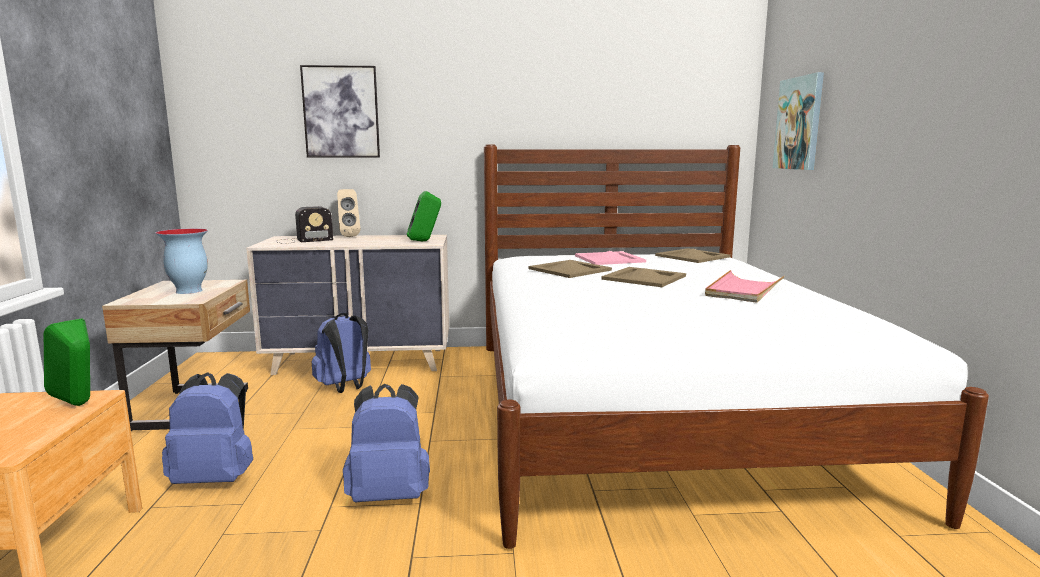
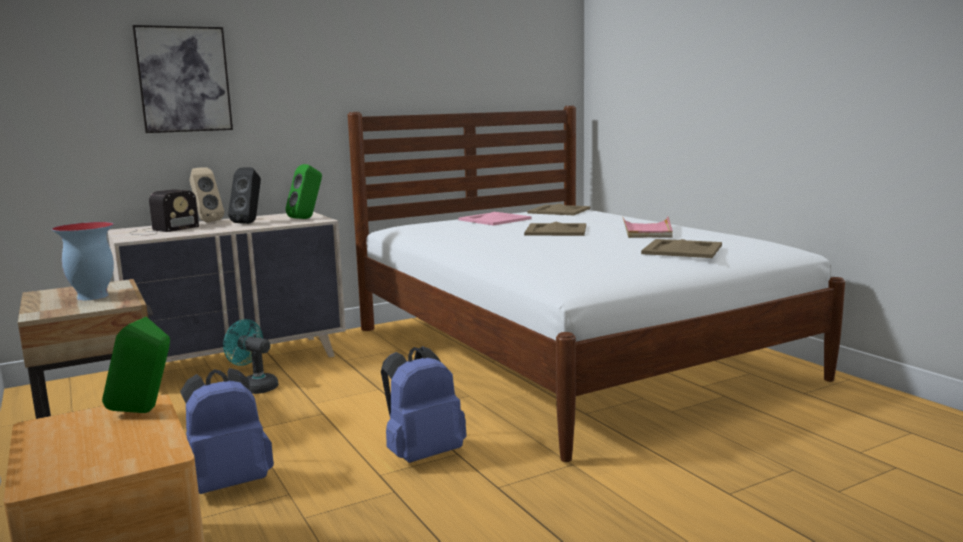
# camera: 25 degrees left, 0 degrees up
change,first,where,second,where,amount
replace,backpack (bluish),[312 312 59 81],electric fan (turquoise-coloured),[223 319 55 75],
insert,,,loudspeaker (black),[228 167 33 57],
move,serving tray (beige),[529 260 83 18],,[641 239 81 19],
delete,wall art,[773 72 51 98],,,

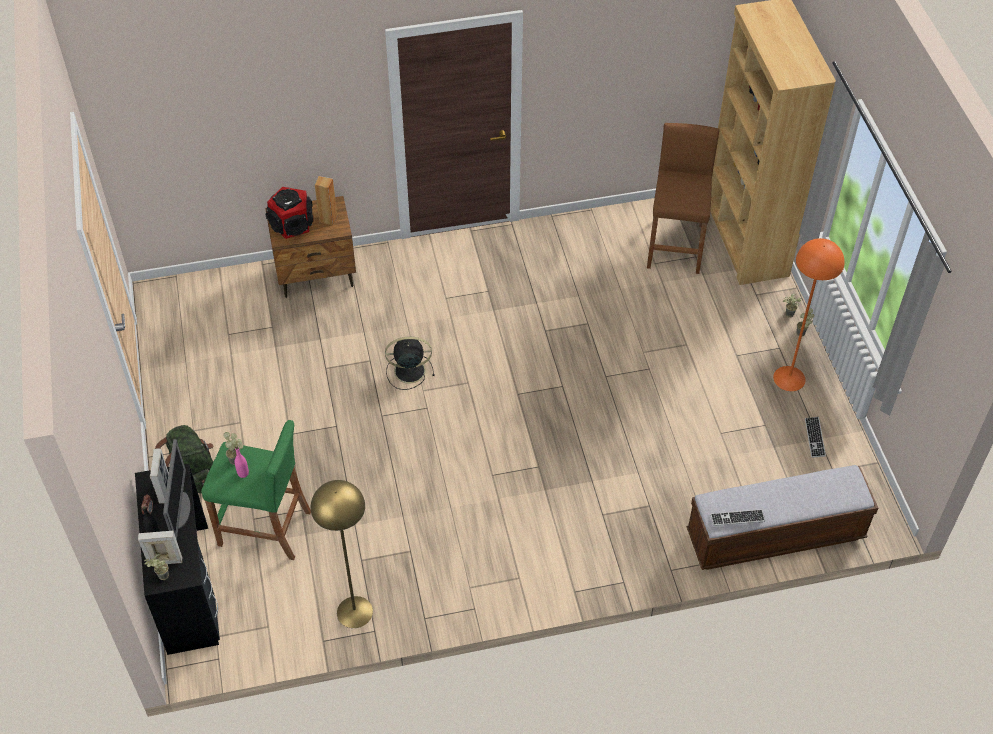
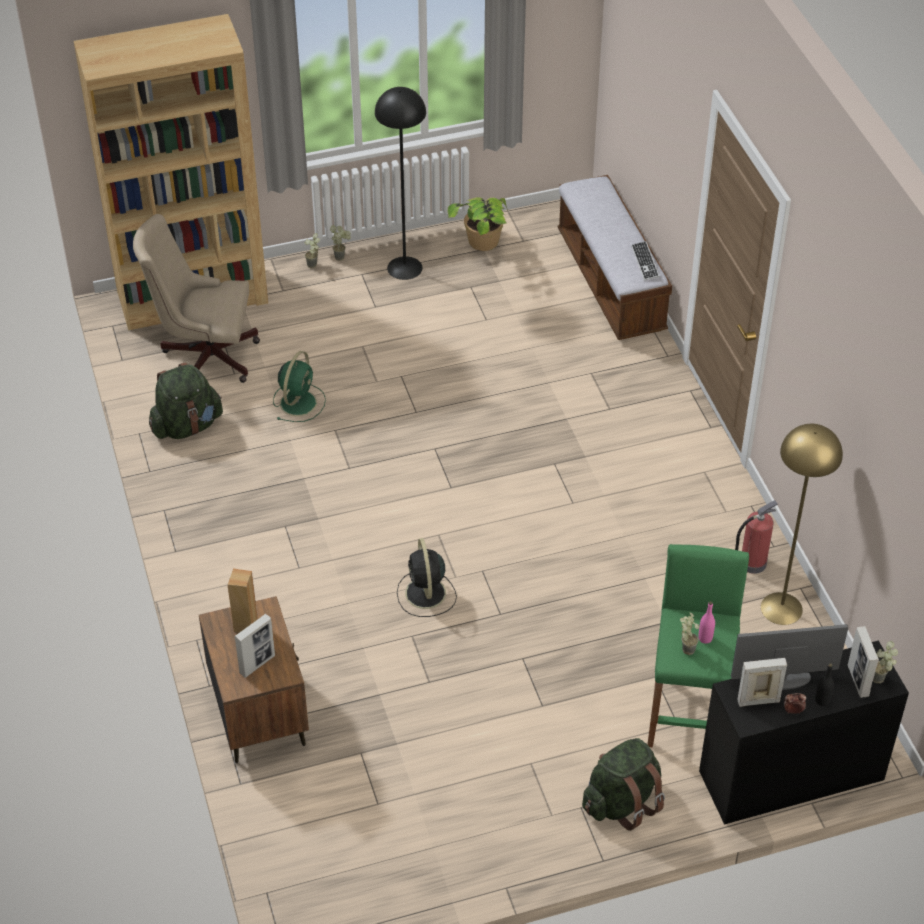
# camera: 95 degrees left, 5 degrees down
change,first,where,second,where,amount
replace,stool seat (brownish),[647 123 72 151],office chair (beige),[133 214 127 169],
insert,,,backpack (greenish),[149 362 74 77],
replace,loudspeaker,[266 187 47 52],standing frame,[234 614 41 64],
insert,,,electric fan (greenish),[273 351 53 71],
recolor,floor lamp (orange),[773 238 72 153],floor lamp (black),[375 87 51 193],
replace,computer keyboard,[805 417 21 41],potted plant,[448 197 60 54],
insert,,,fire extinguisher,[735 500 43 74],

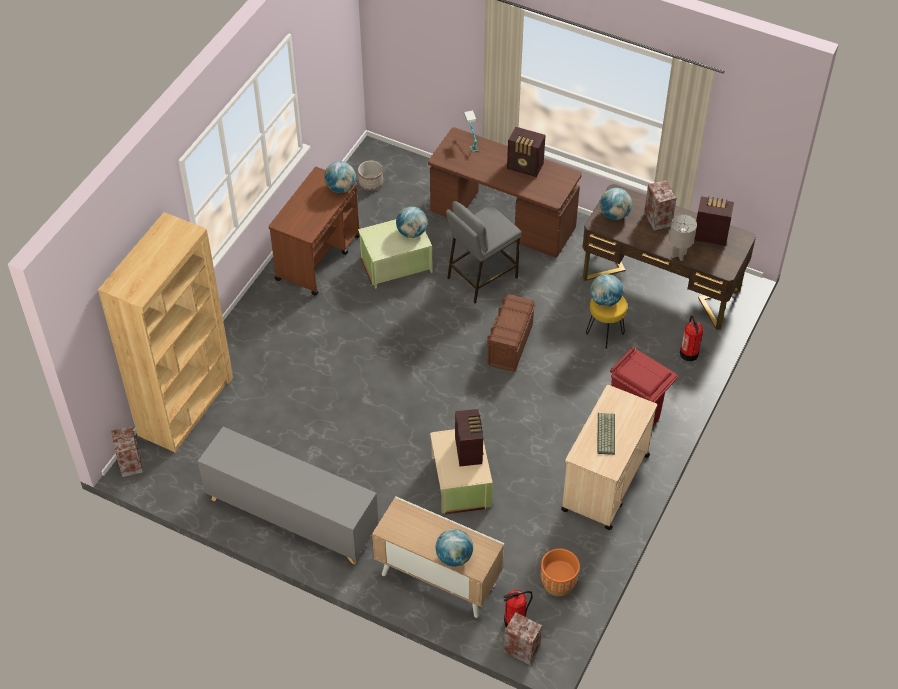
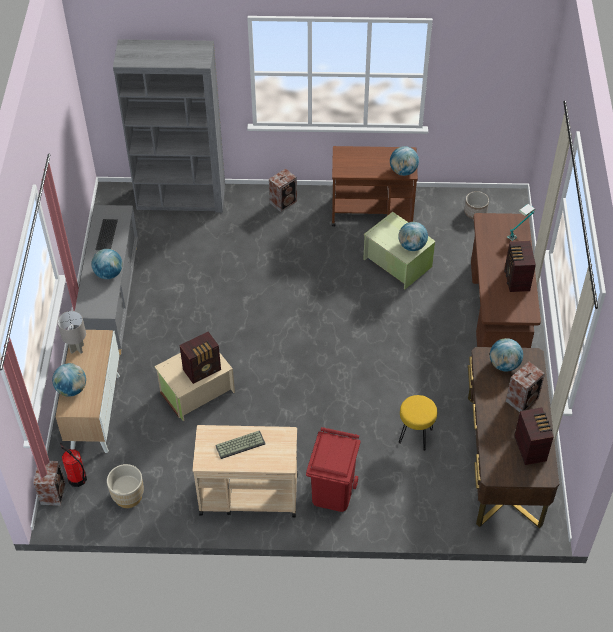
# camera: 65 degrees right, 0 degrees up
change,first,where,second,where,amount
move,table lamp (greyish),[669 214 28 47],,[58 311 28 43],
move,desk globe,[590 274 33 33],,[91 249 32 30],
insert,,,computer keyboard,[95 219 23 31],
recolor,plant pot (orange),[541 548 39 48],plant pot (beige),[107 464 37 44],
recolor,bookcase (brownish),[98 212 135 240],bookcase (greyish),[113 39 112 174],
move,loudspeaker,[111 426 32 51],,[269 169 28 43],
delete,stool seat (greyish),[446 201 75 102],,,
delete,storage container (brownish),[487 294 49 78],,,
delete,fire extinguisher,[680 316 23 45],,,

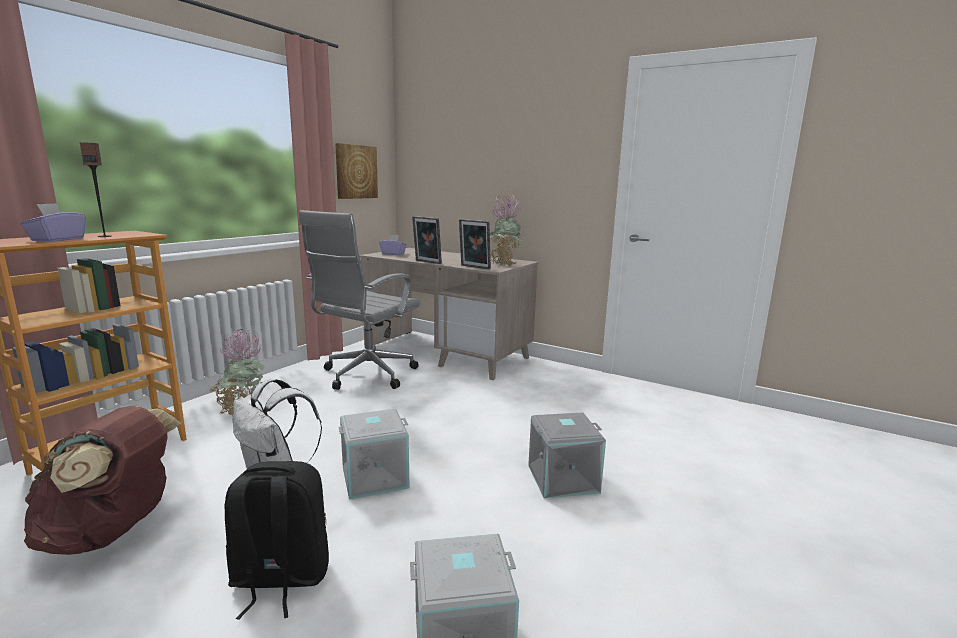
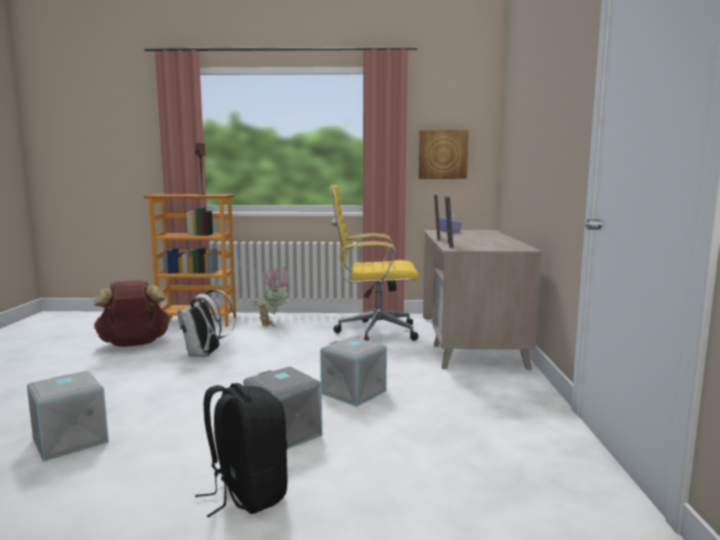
# camera: 60 degrees right, 5 degrees down
change,first,where,second,where,amount
move,backpack (black),[225 461 104 159],,[195 383 93 135],
move,storage container (greyish),[339 409 71 90],,[320 337 67 70],
recolor,office chair (greyish),[299 210 121 180],office chair (yellowish),[330 185 89 156],
delete,tissue box (purple),[21 203 65 39],,,
delete,potted plant,[490 194 33 71],,,

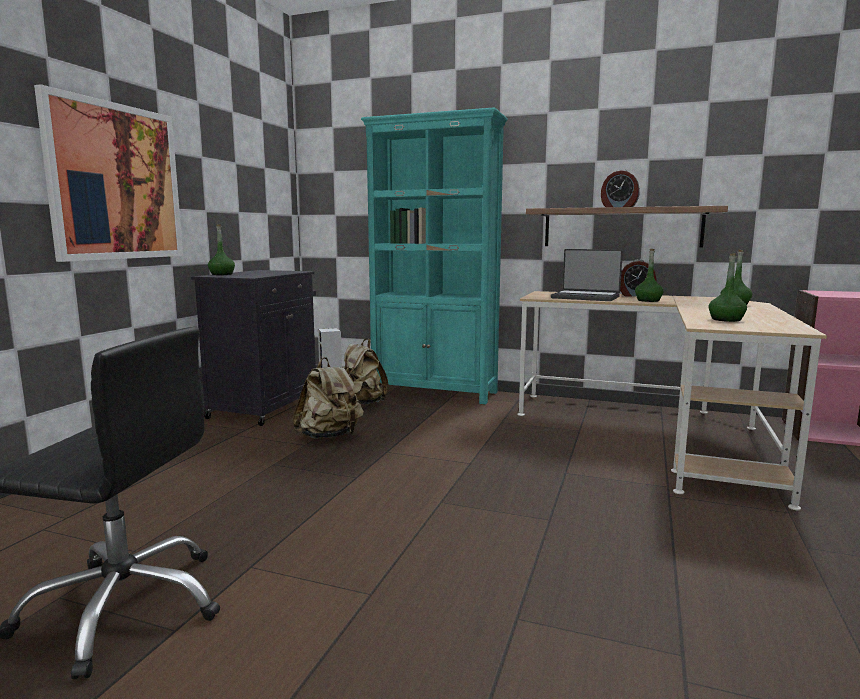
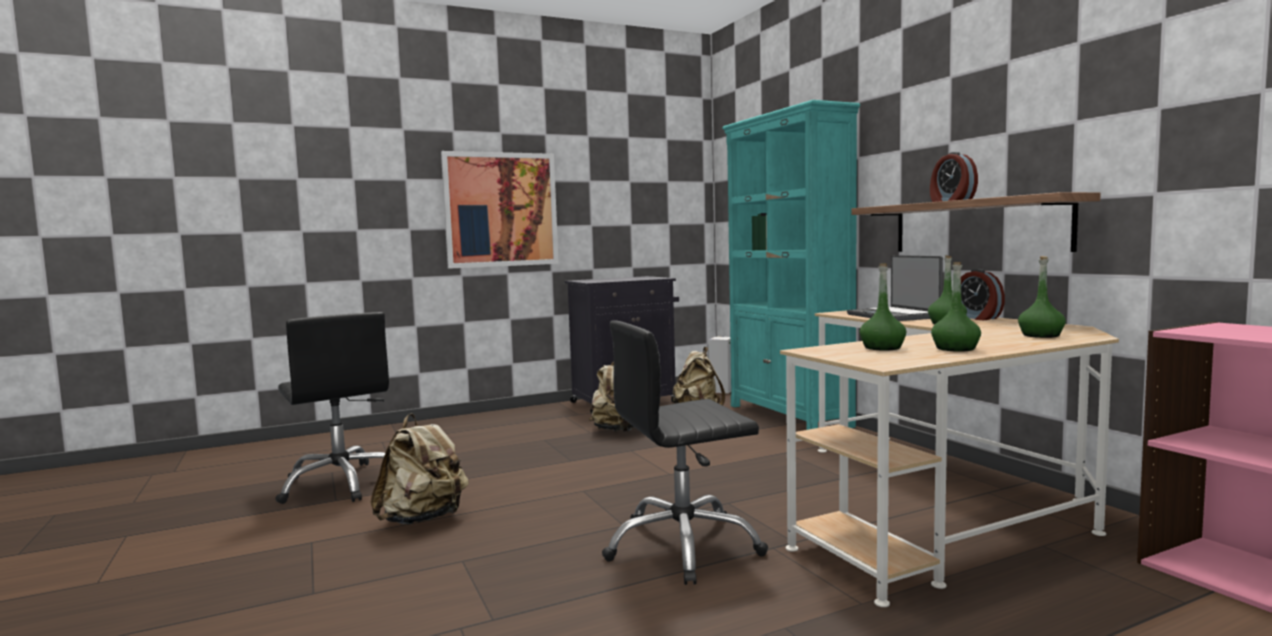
# camera: 45 degrees right, 5 degrees down
change,first,where,second,where,amount
insert,,,backpack (beige),[370 414 99 110],
insert,,,office chair (black),[602 320 166 265],
move,bottle (greenish),[208 224 27 51],,[931 262 50 90],

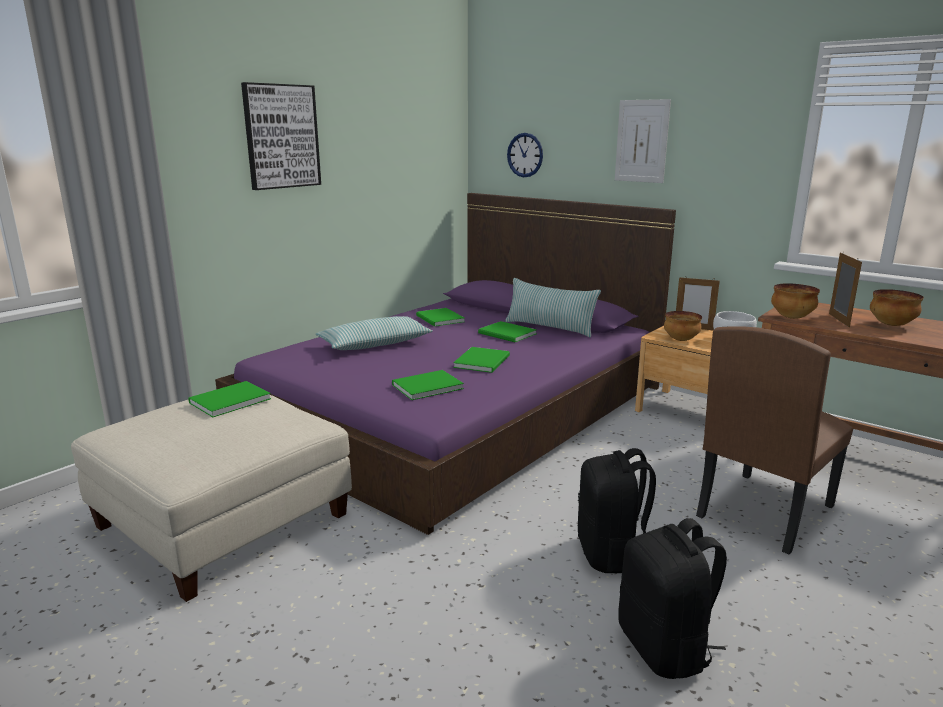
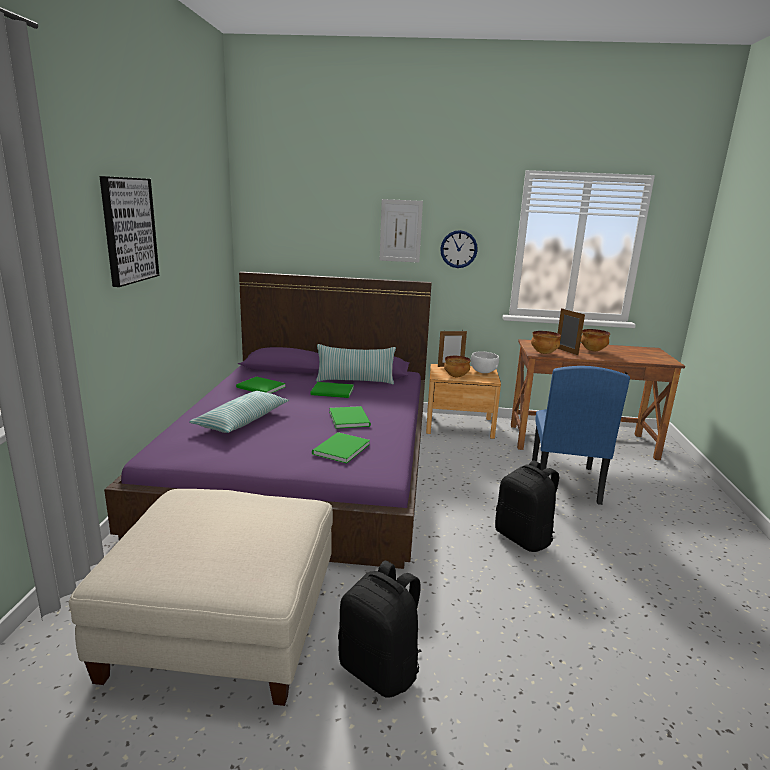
# camera: 35 degrees left, 0 degrees up
change,first,where,second,where,amount
move,backpack (black),[618 518 109 161],,[338 561 84 137],
move,clock on the wall,[507 133 36 44],,[440 230 38 38],
recolor,upright chair (brownish),[696 326 157 228],upright chair (bluish),[532 366 98 139],
delete,volume (greenish),[188 381 83 37],,,

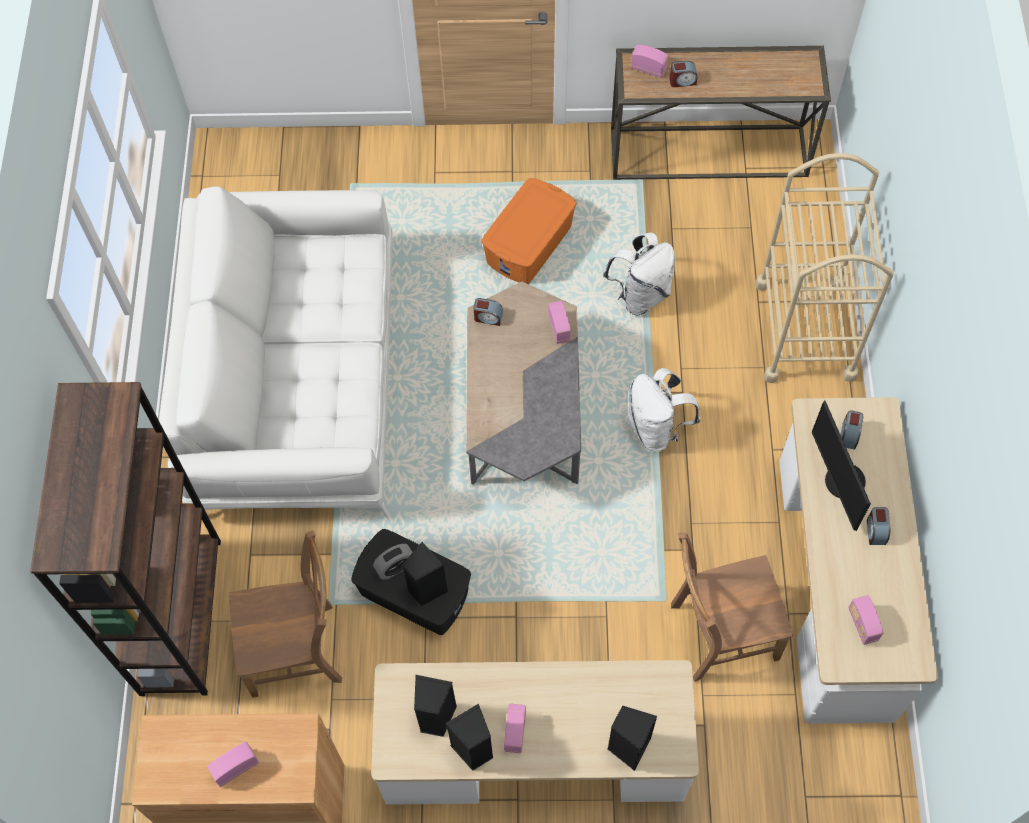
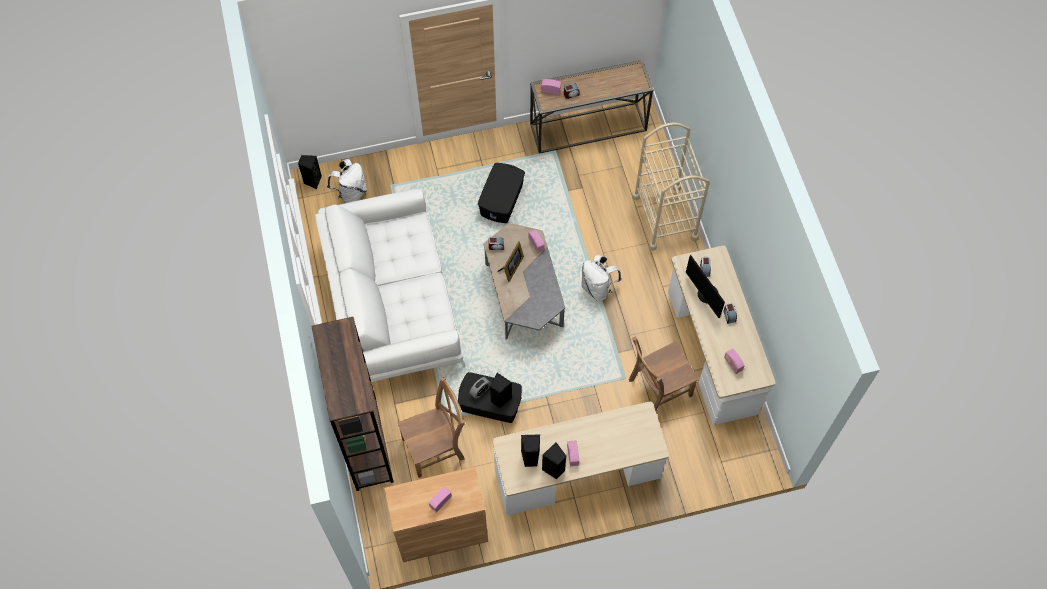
# camera: 15 degrees left, 0 degrees up
change,first,where,second,where,amount
move,loudspeaker (black),[608 705 49 66],,[298 155 24 34],
move,backpack (white-coloured),[603 233 72 82],,[327 159 40 44],
recolor,storage container (orange),[481 178 95 106],storage container (black),[478 163 47 60],
insert,,,standing frame,[497 241 27 41],

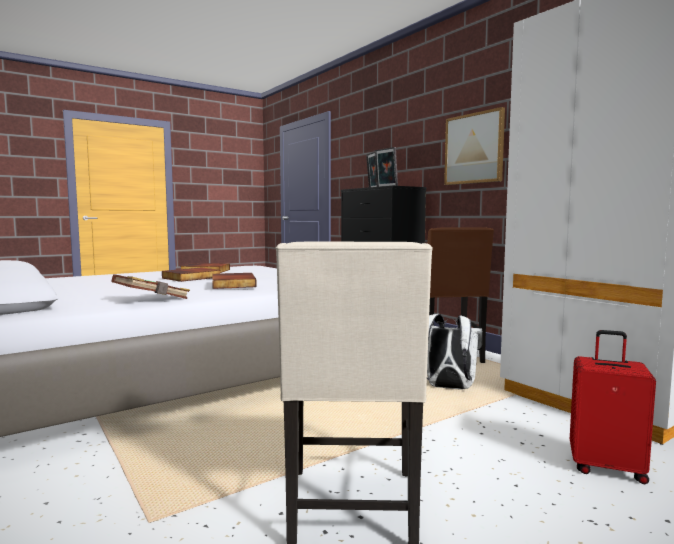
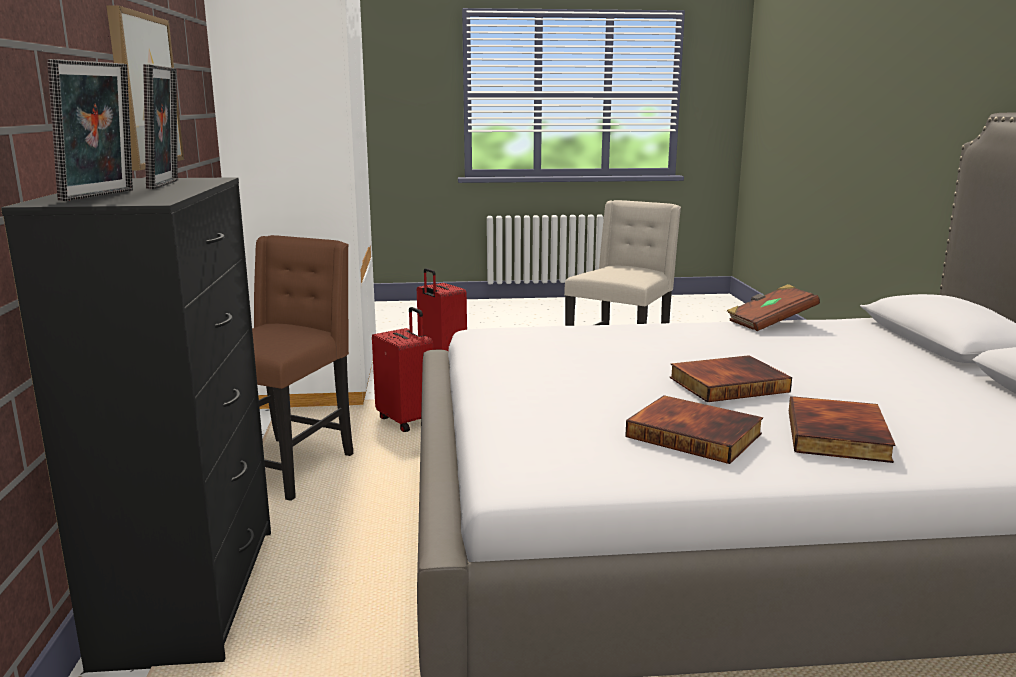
# camera: 150 degrees left, 10 degrees up
change,first,where,second,where,amount
replace,backpack (white-coloured),[427 314 55 75],suitcase (red),[372 307 61 125],
move,volume,[213 273 43 16],,[789 396 106 67],

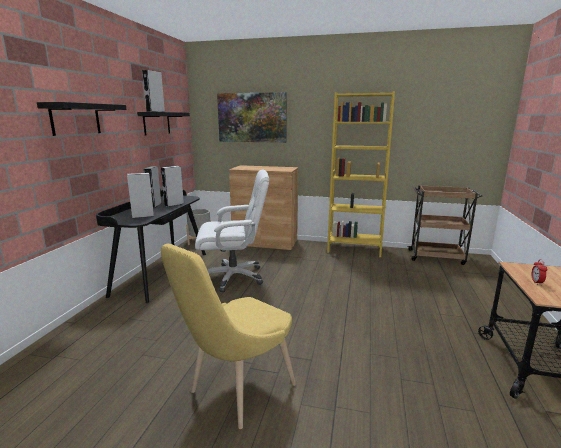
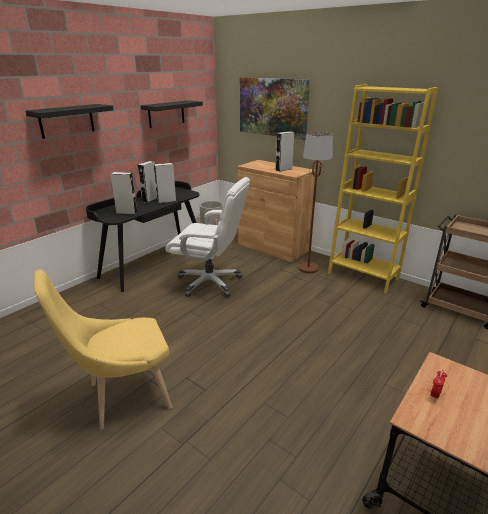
# camera: 25 degrees right, 10 degrees up
change,first,where,second,where,amount
move,loudspeaker (greyish),[142 70 23 42],,[275 131 19 41],
insert,,,floor lamp (brownish),[298 132 35 141],

